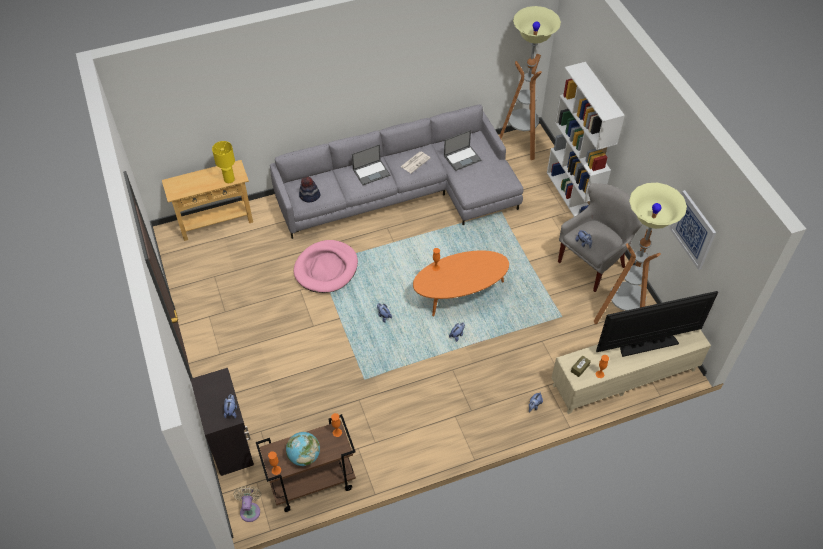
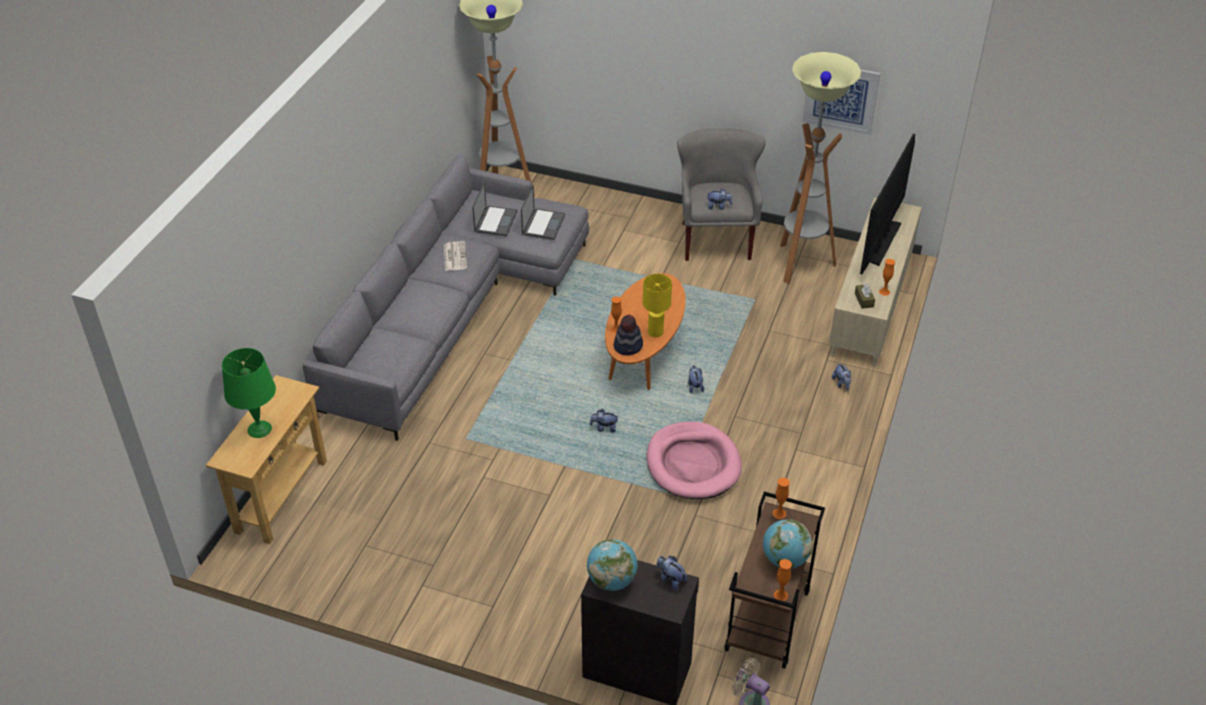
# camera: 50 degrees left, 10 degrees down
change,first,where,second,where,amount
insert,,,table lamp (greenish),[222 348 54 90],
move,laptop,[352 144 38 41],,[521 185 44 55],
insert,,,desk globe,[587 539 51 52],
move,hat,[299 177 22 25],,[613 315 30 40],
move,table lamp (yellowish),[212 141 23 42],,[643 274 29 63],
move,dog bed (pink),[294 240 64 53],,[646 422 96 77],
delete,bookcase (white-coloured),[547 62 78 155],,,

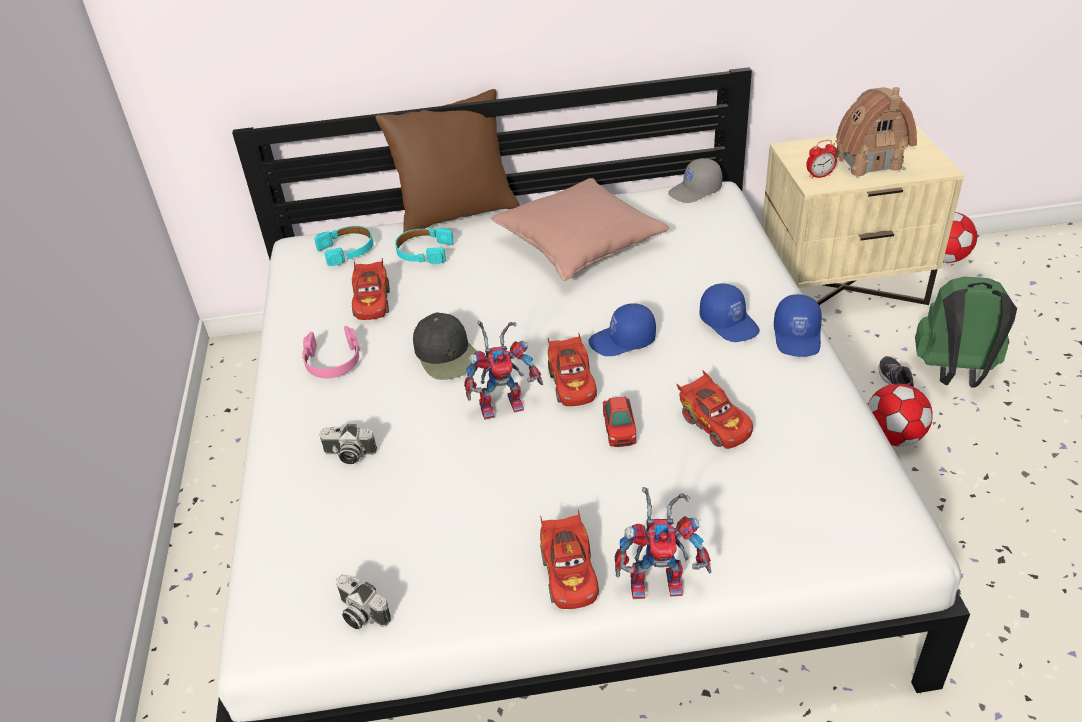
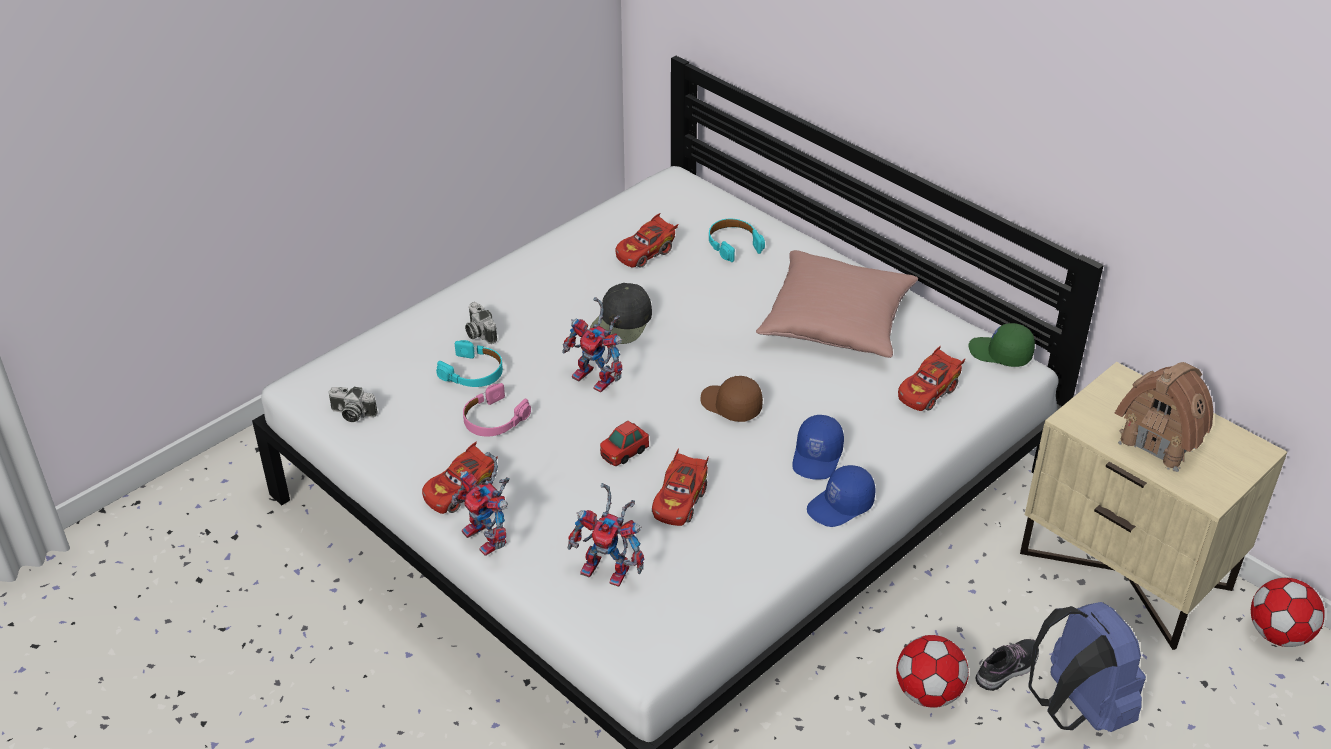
# camera: 50 degrees right, 0 degrees up
change,first,where,second,where,amount
rotate,still camera,[336 574 55 55],,[328 387 50 35],75 degrees counterclockwise
move,headset (turquoise-coloured),[314 226 59 40],,[436 340 67 47],
move,headset (pink),[302 326 58 52],,[463 383 68 54],
insert,,,toy robot,[568 483 76 104],
recolor,baseball cap (bluish),[588 303 68 53],baseball cap (brownish),[700 376 63 46],
move,miniature car (red),[548 333 49 73],,[898 345 67 66],
recolor,baseball cap (greyish),[668 158 54 45],baseball cap (greenish),[968 323 67 44],
recolor,backpack (greenish),[915 277 102 111],backpack (bluish),[1029 602 117 130],
delete,cushion (brownish),[375 89 145 144],,,
delete,alarm clock,[806 140 31 39],,,

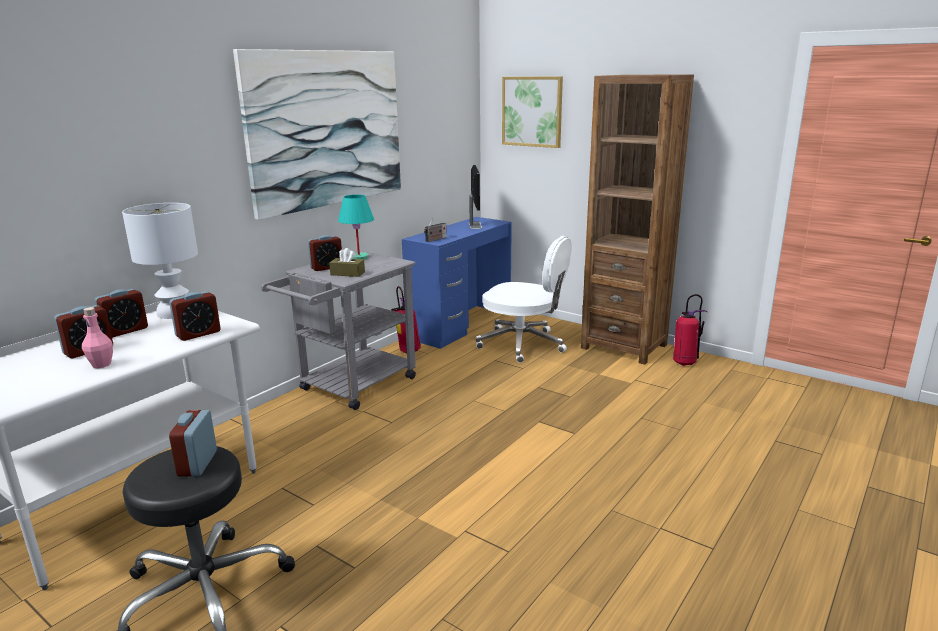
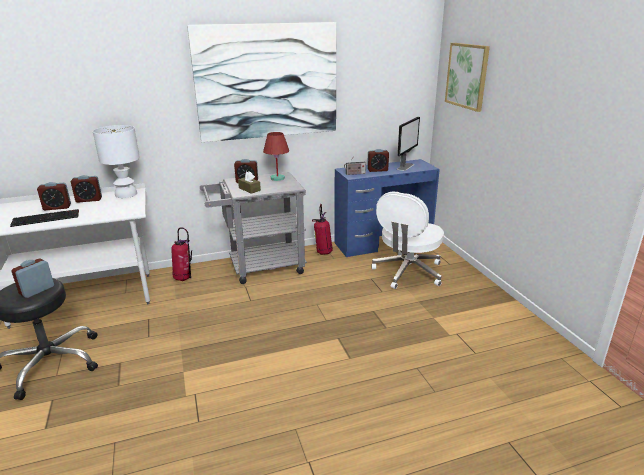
# camera: 35 degrees right, 5 degrees up
change,first,where,second,where,amount
replace,bottle (pink),[82 307 31 61],computer keyboard,[10 209 69 18],
move,fire extinguisher,[673 294 34 72],,[171 227 21 54],
recolor,table lamp (turquoise-coloured),[338 194 36 66],table lamp (red),[263 132 26 49],
move,alarm clock,[169 291 52 50],,[367 149 22 23],
rotate,office chair (white-coloured),[476 236 96 127],,[371 192 73 97],60 degrees clockwise
delete,bookcase (brownish),[581 74 113 291],,,

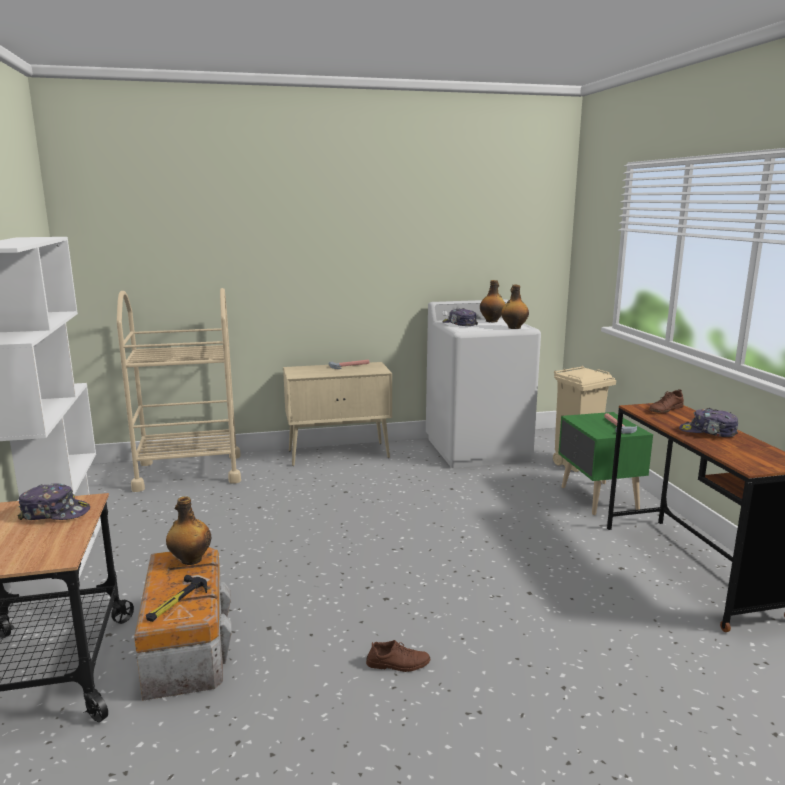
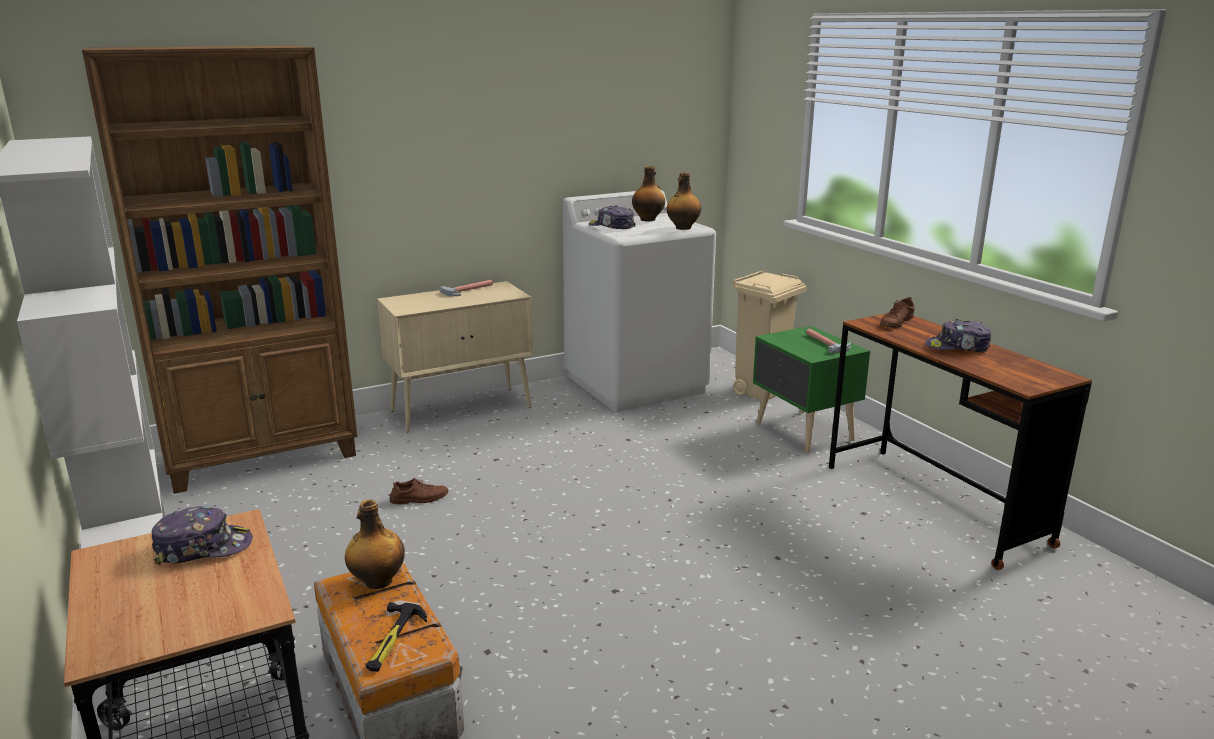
# camera: 15 degrees left, 5 degrees up
change,first,where,second,where,amount
replace,wheeled cart (beige),[117 288 124 204],bookcase (brownish),[82 45 276 449],
move,low shoe (brownish),[366 640 64 32],,[390 478 58 26],

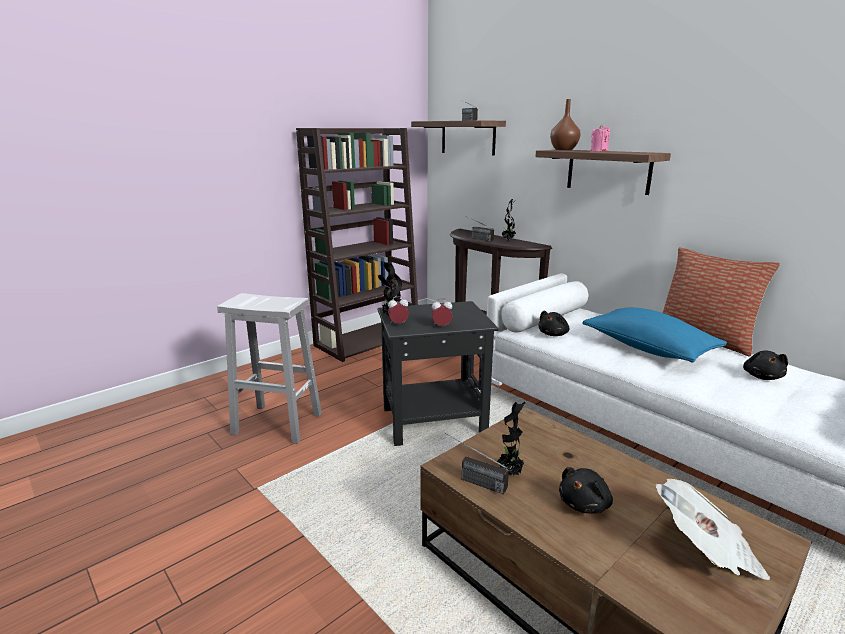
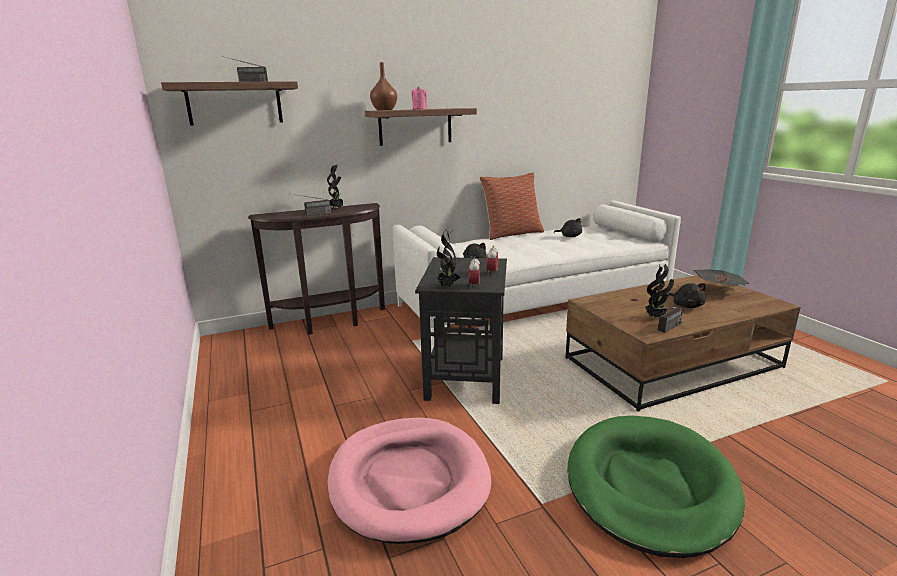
# camera: 70 degrees left, 0 degrees up
change,first,where,second,where,amount
replace,stool seat (white-coloured),[217 293 105 151],dog bed (pink),[327 418 164 126],
insert,,,dog bed (greenish),[568 415 177 143],
delete,bookcase (brownish),[296 128 122 234],,,
delete,cushion (bluish),[582 307 145 56],,,

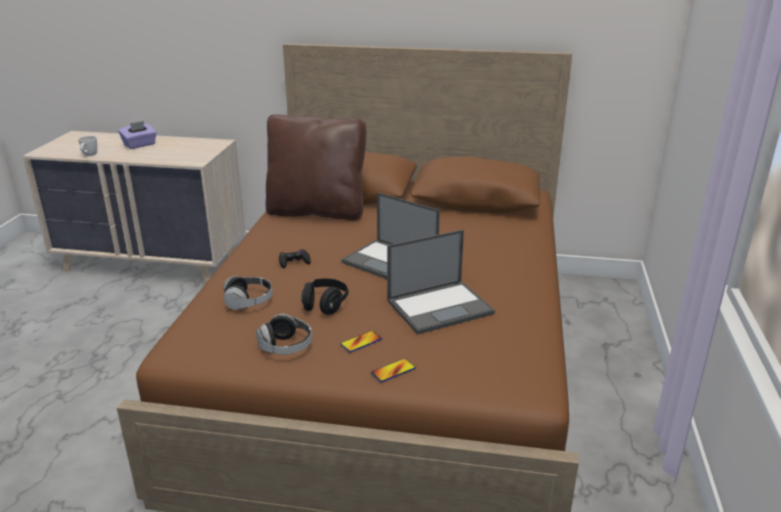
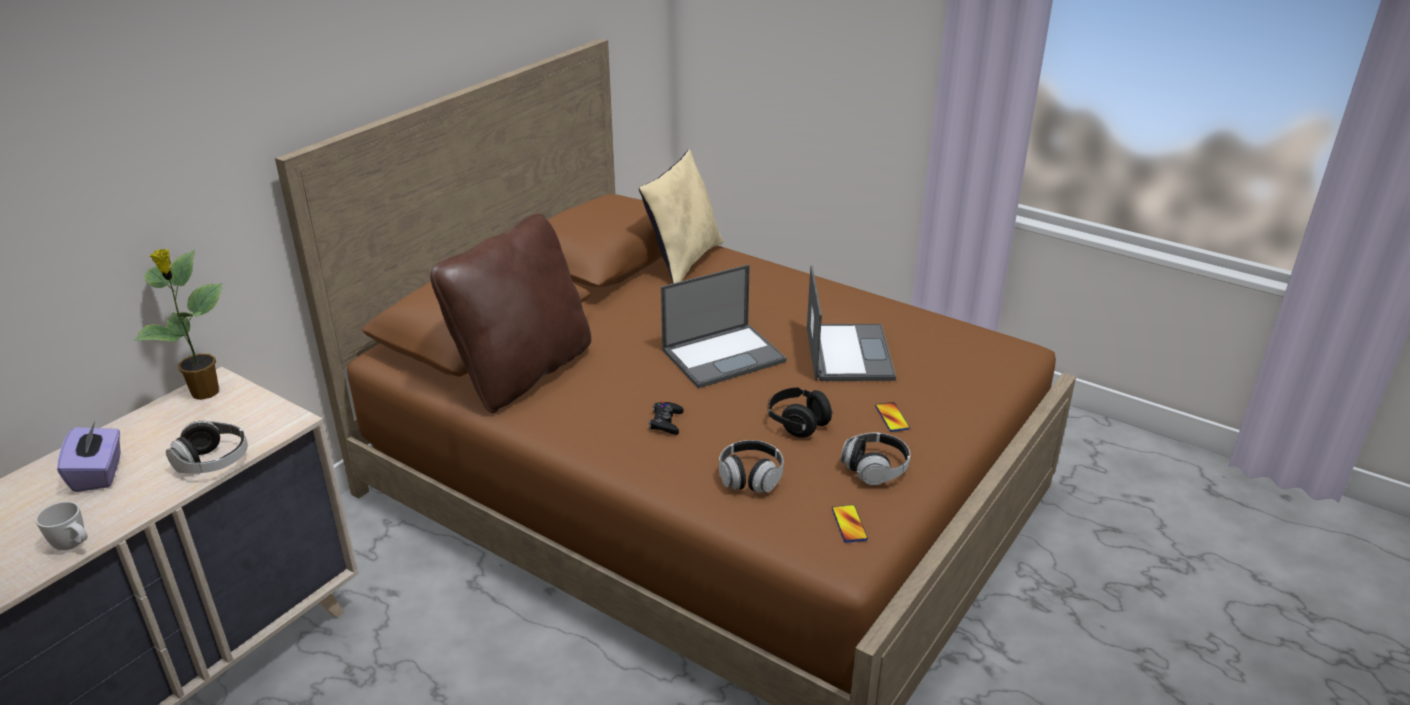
# camera: 65 degrees left, 5 degrees up
change,first,where,second,where,amount
insert,,,potted plant,[133 249 90 151],
insert,,,headset,[166 420 82 53],
insert,,,cushion (beige),[639 149 85 134],
move,phone,[371 358 45 24],,[832 505 36 38],

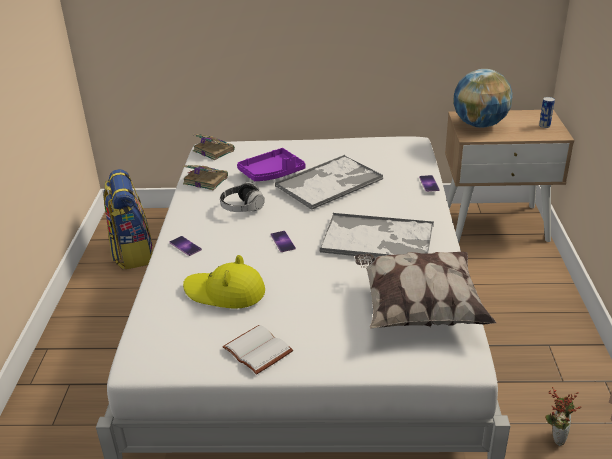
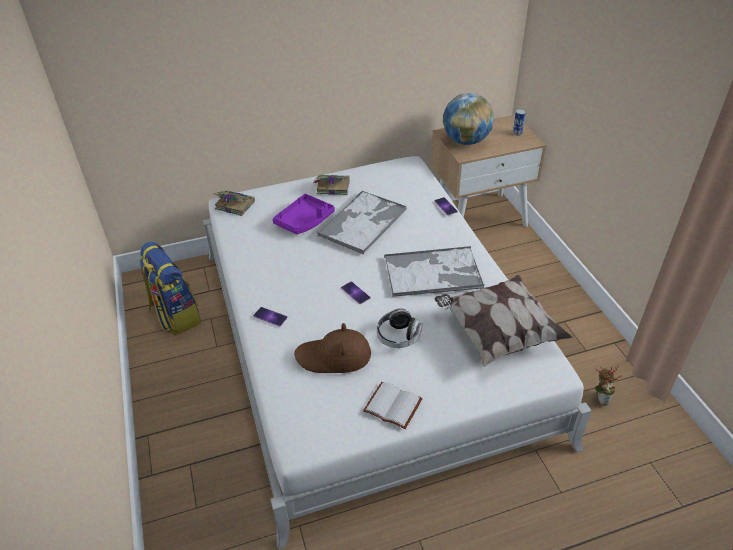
# camera: 20 degrees left, 10 degrees up
change,first,where,second,where,amount
recolor,hat (yellowish),[183 255 82 54],hat (brownish),[294 323 77 50],
move,volume,[182 165 46 26],,[314 175 36 20],
move,headset,[220 182 45 30],,[377 308 45 40],

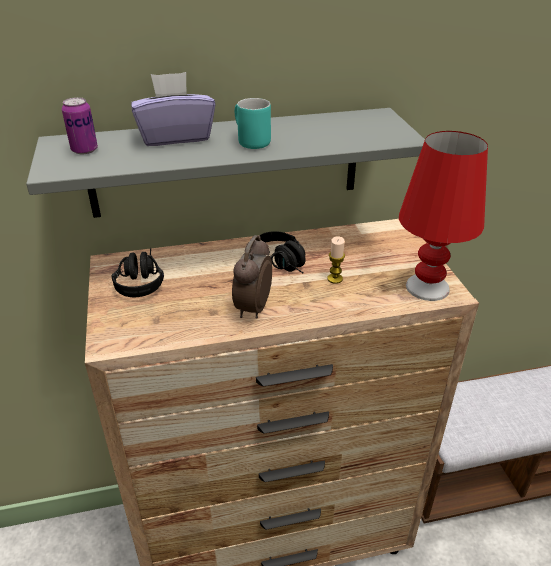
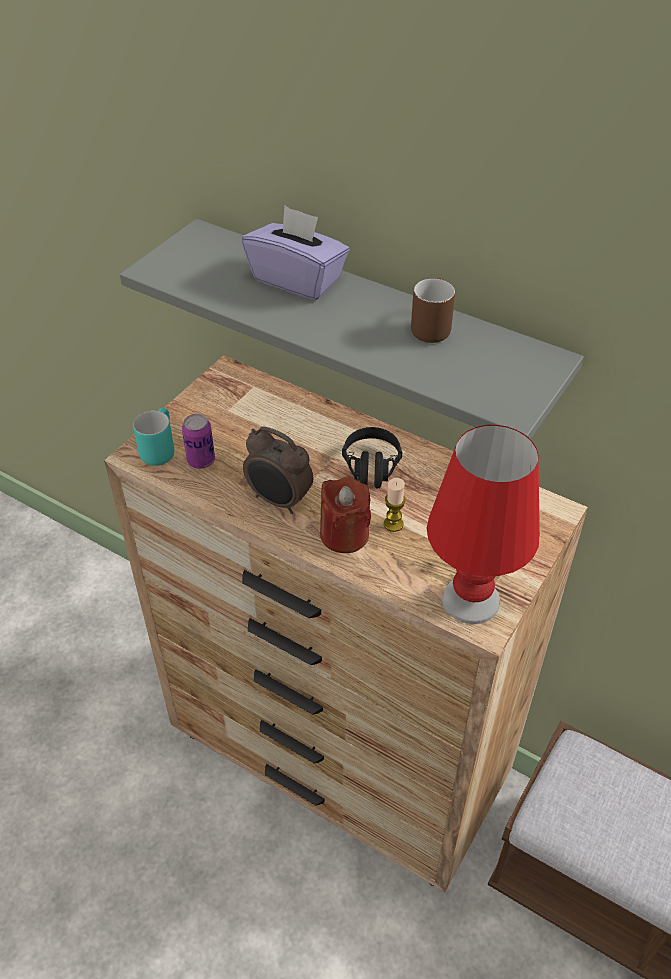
# camera: 45 degrees right, 10 degrees up
change,first,where,second,where,amount
move,tea mug (turquoise-coloured),[235 98 36 51],,[133 408 41 58],
move,metal can,[62 97 36 57],,[182 414 33 55],
rotate,alarm clock,[232 235 40 84],,[243 426 70 88],120 degrees counterclockwise
insert,,,wax candle (red),[320 476 51 77],
insert,,,tea mug (brownish),[411 278 44 65],
delete,headset (black),[111 248 53 49],,,

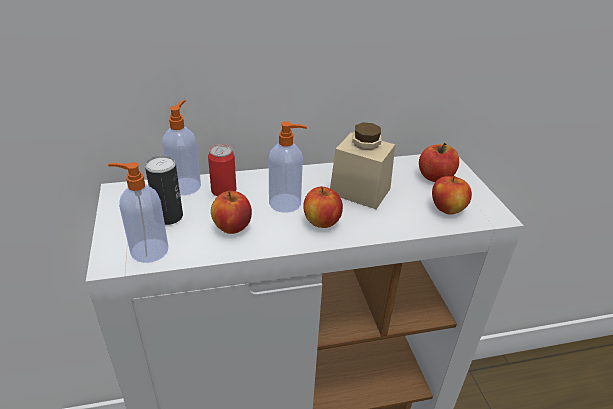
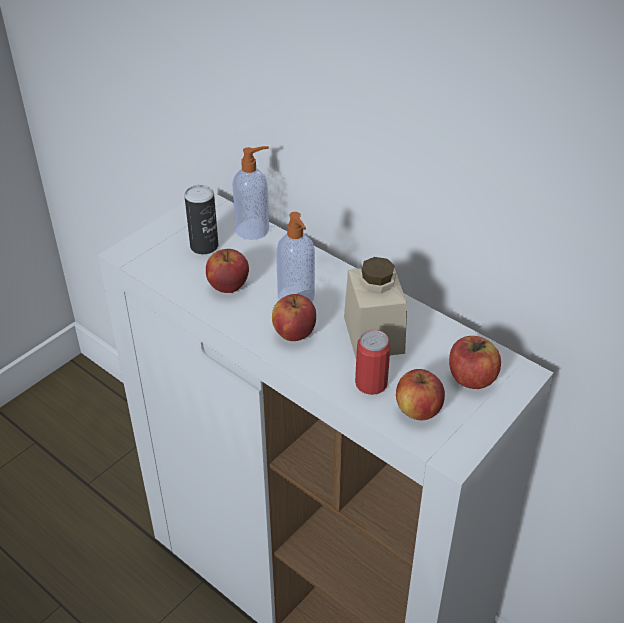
# camera: 55 degrees right, 5 degrees up
change,first,where,second,where,amount
move,metal can,[208 144 28 52],,[355 330 35 65],
delete,soap bottle,[108 162 60 101],,,

